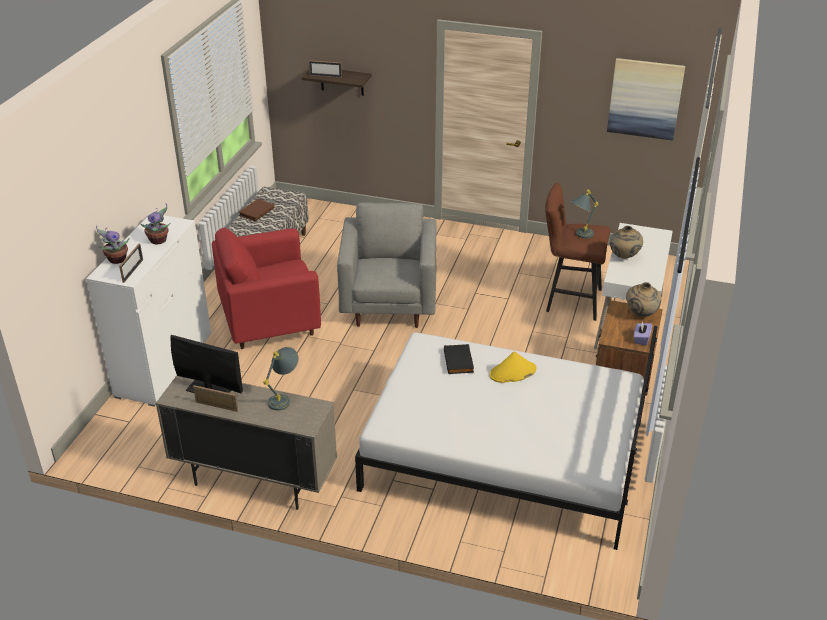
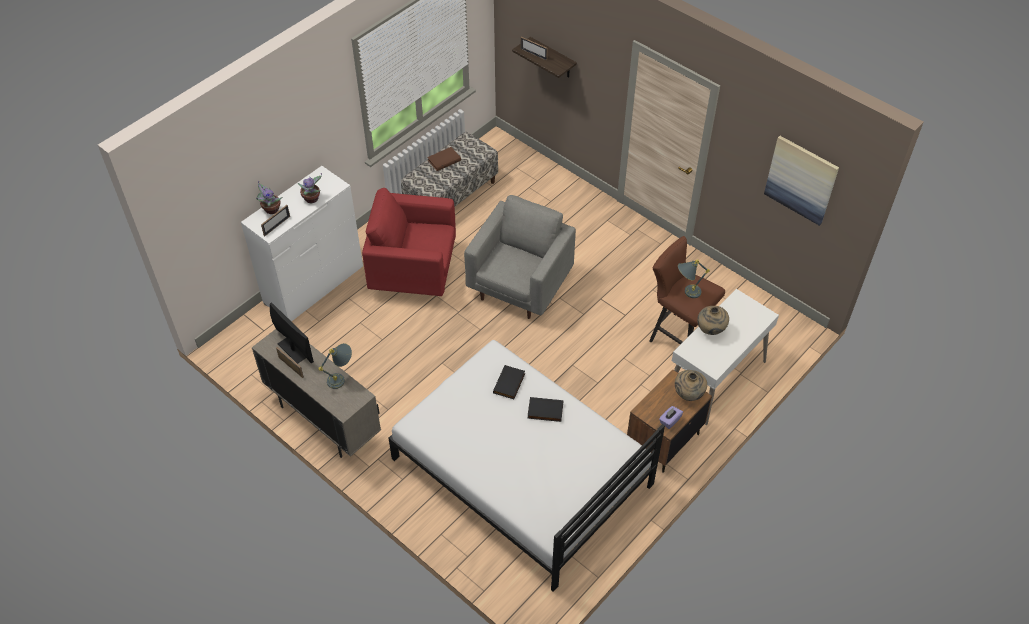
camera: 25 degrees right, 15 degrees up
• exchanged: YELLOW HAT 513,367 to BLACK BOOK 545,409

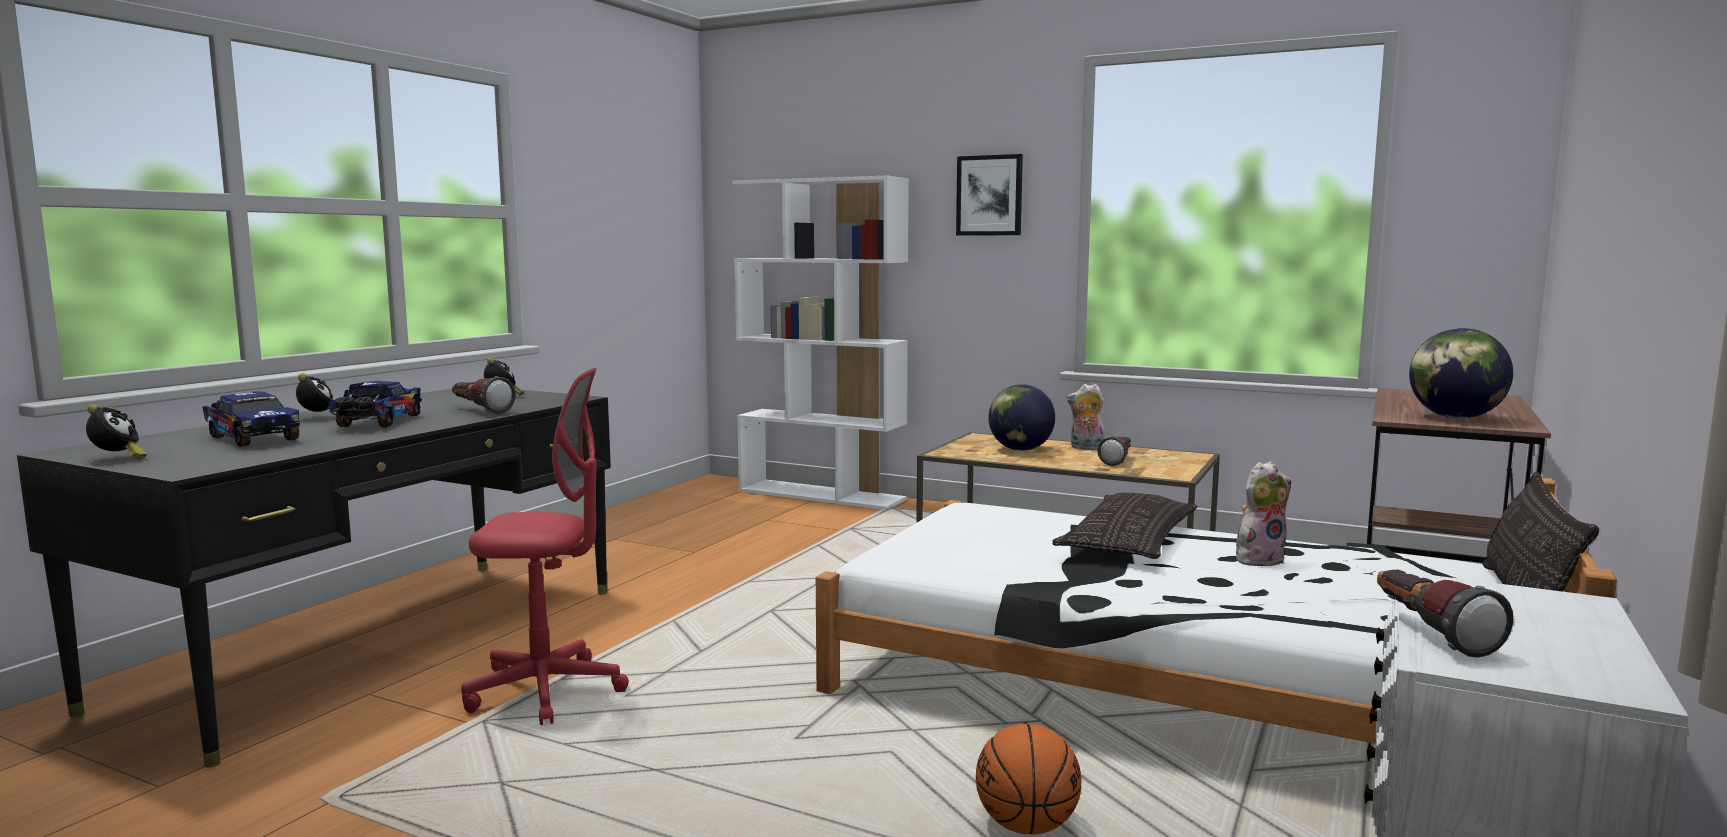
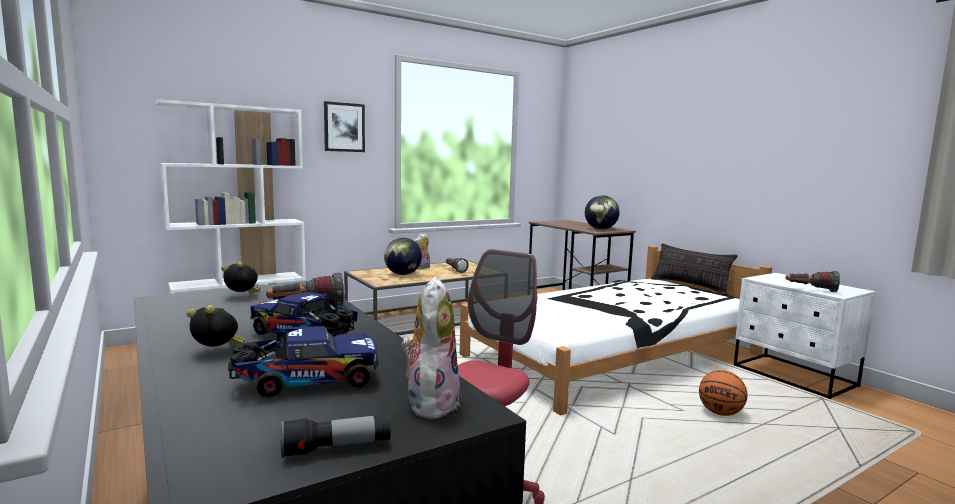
camera: 60 degrees left, 0 degrees up
• exchanged: ALARM CLOCK 116,431 to FLASHLIGHT 336,436
• missing: PILLOW 1125,526
• relocated: PLUSH TOY 1264,513 to 430,347

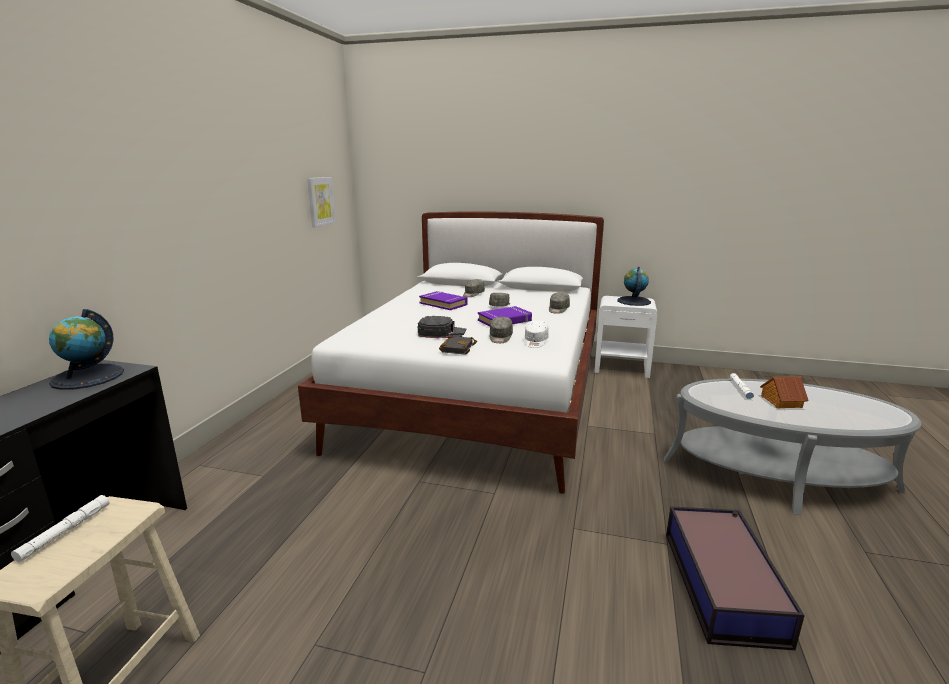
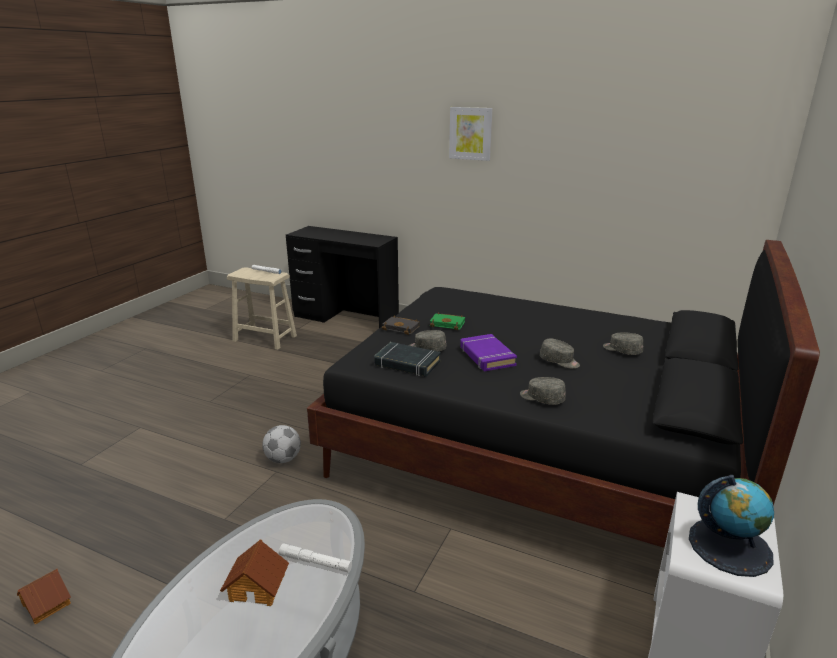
camera: 100 degrees right, 5 degrees up
• missing: GLOBE 86,349
• colour: WHITE BED 451,352 to BLACK BED 563,394
• relocated: PICTURE 321,202 to 471,134
• exchanged: BLACK CAP 442,327 to GREEN BOOK 447,321
• missing: PURPLE BOOK 443,300
• exchanged: WHITE CAP 536,334 to BLACK BOOK 407,359
• missing: STORAGE BOX 735,578
• appeared: TOY HOUSE 44,596
• appeared: FOOTBALL 281,444

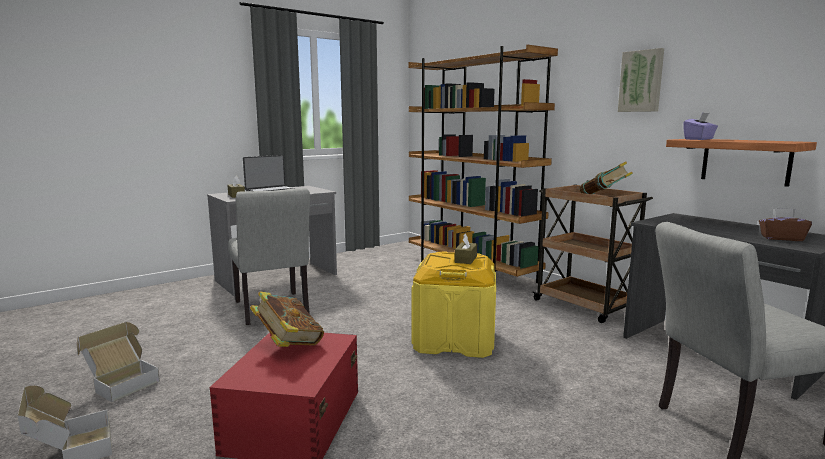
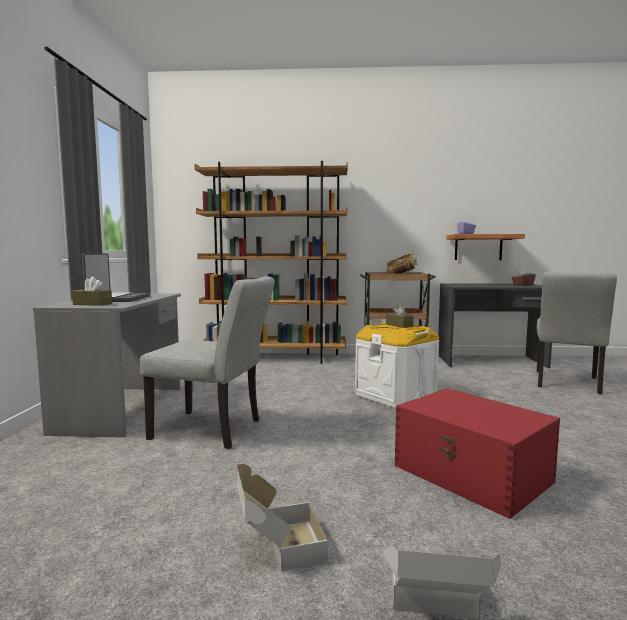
camera: 50 degrees left, 5 degrees down
• missing: BOOK 287,319
• colour: YELLOW STORAGE BOX 454,304 to WHITE STORAGE BOX 397,365
• missing: PICTURE 641,80

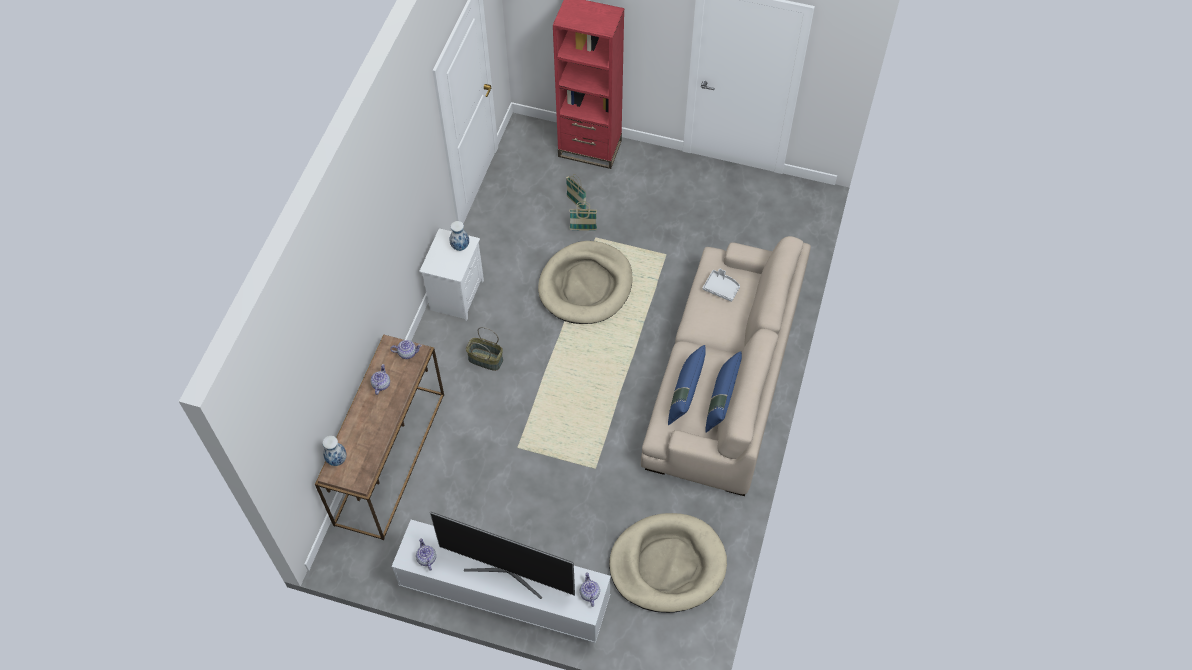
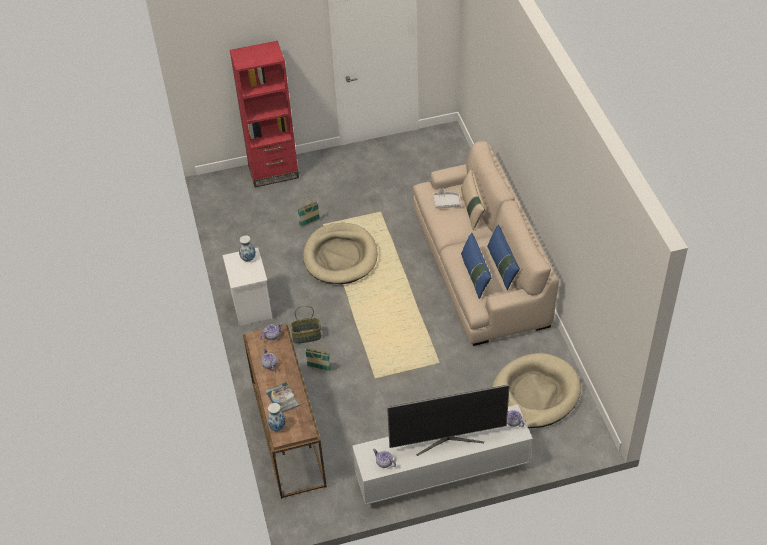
camera: 30 degrees left, 10 degrees down
• relocated: BASKET 576,191 to 318,357
• appeared: BOOK 282,397
• appeared: BEIGE PILLOW 473,199

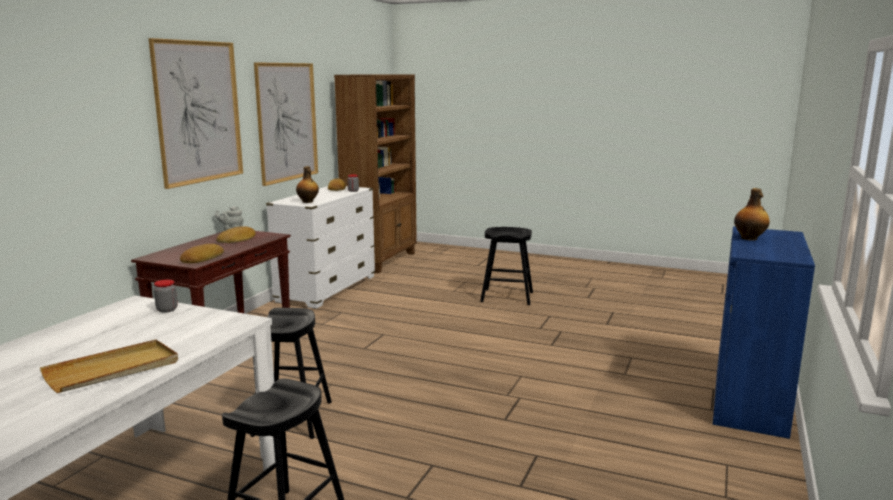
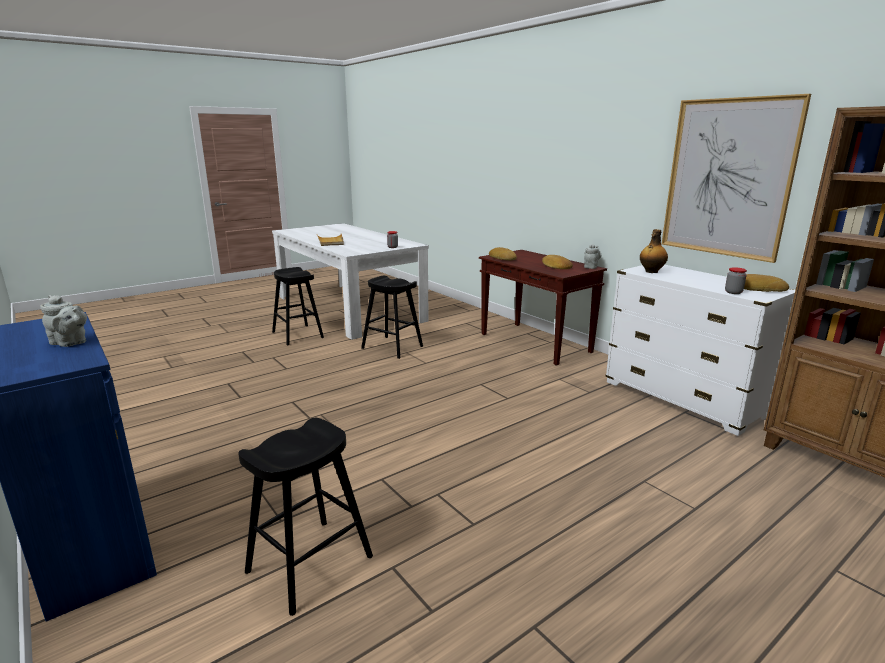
camera: 120 degrees right, 5 degrees up
• missing: PICTURE 195,113
• relocated: BLACK STOOL 506,266 to 305,517
• exchanged: BOTTLE 752,214 to GREY TEAPOT 63,321

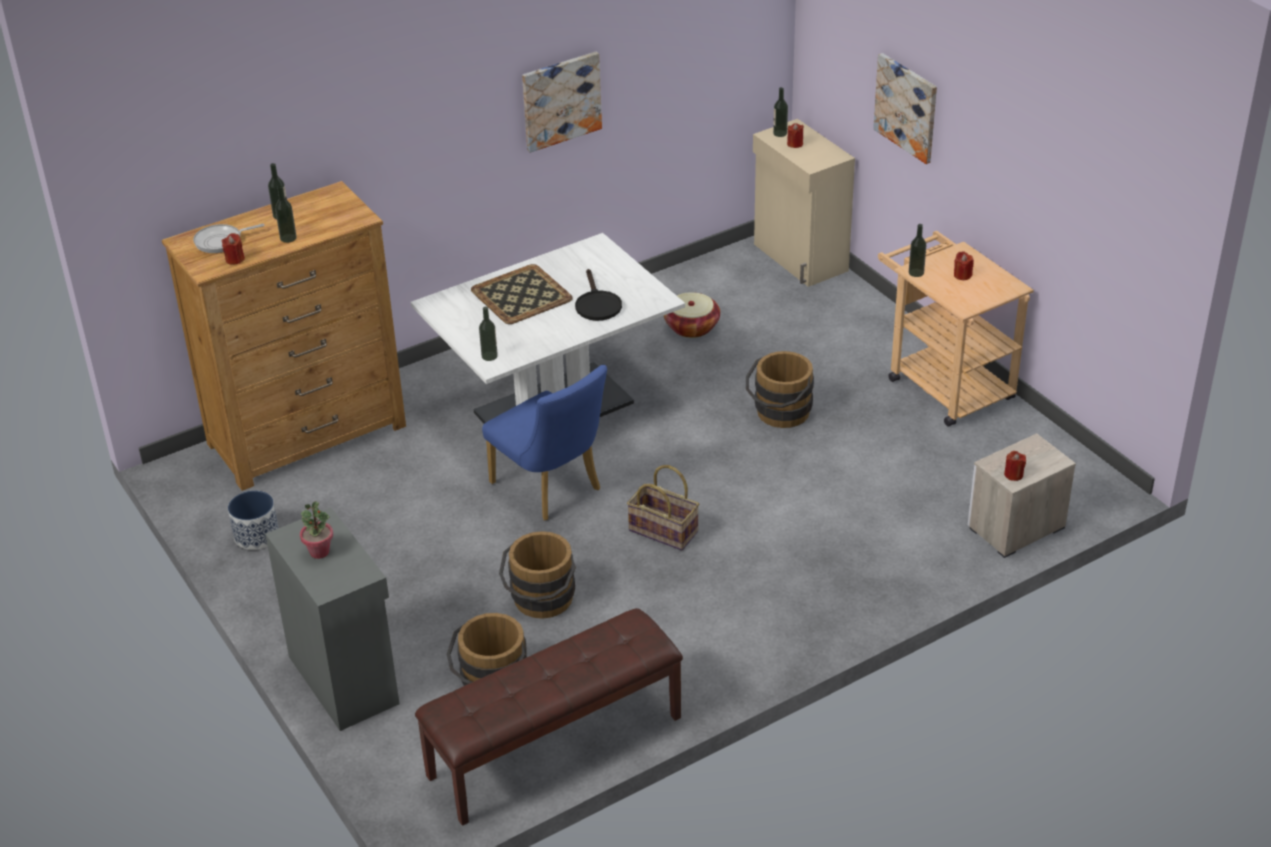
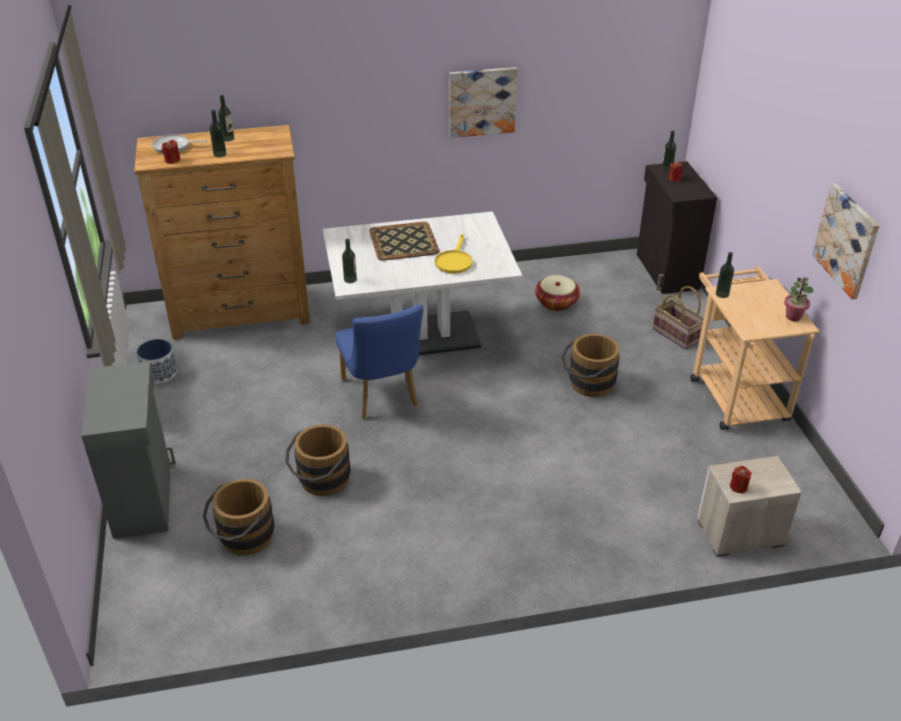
camera: 20 degrees right, 0 degrees up
• relocated: POTTED PLANT 316,530 to 799,299
• missing: BROWN BENCH 549,717
• colour: BLACK FRYING PAN 598,295 to YELLOW FRYING PAN 453,254
• relocated: BASKET 663,508 to 678,318
• colour: BEIGE CABINET 804,203 to BLACK CABINET 677,227
• relocated: PICTURE 905,108 to 845,241
• missing: RED CANDLE 964,265

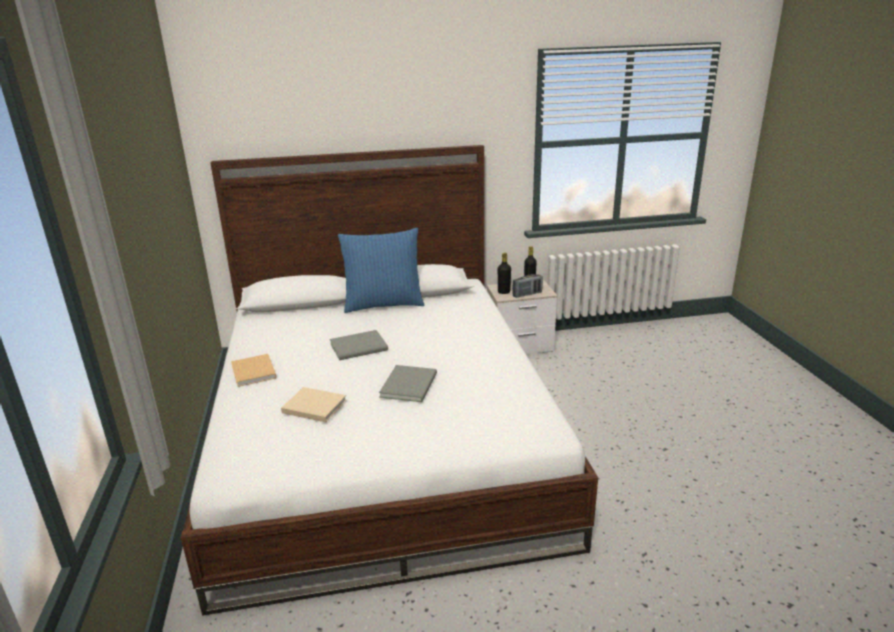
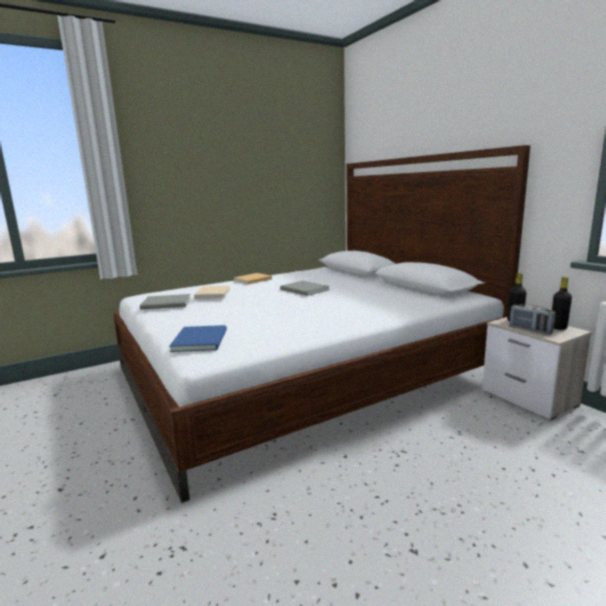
camera: 70 degrees right, 10 degrees down
• missing: BLUE PILLOW 381,270
• relocated: GREY BOOK 408,383 to 165,302
• appeared: BLUE BOOK 198,338

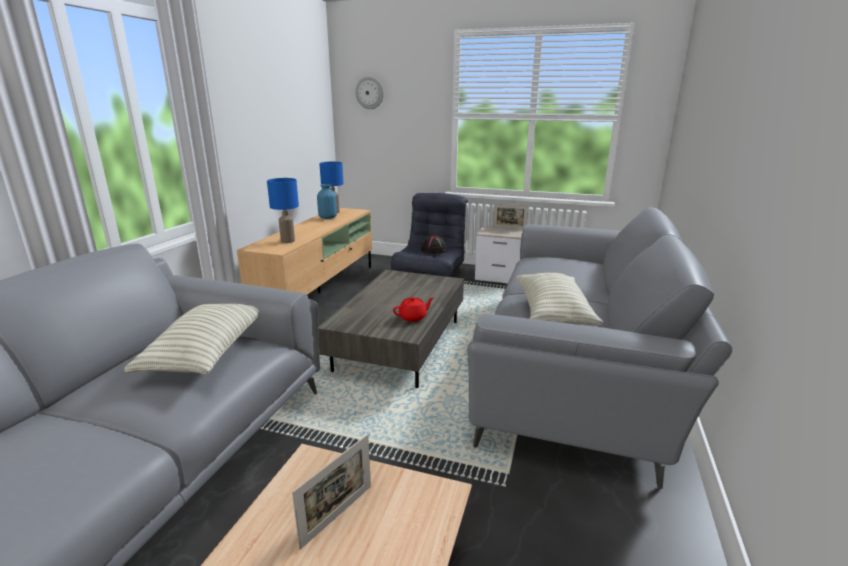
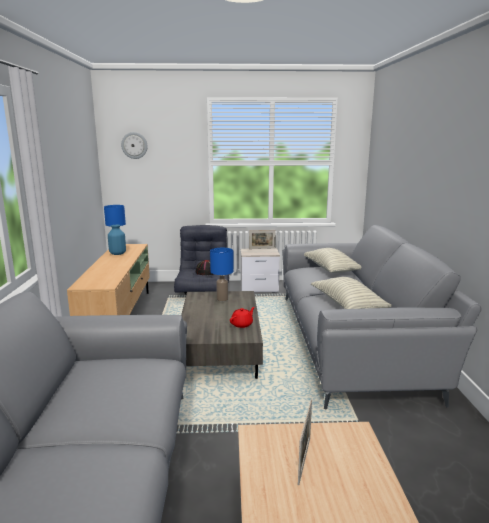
camera: 20 degrees left, 5 degrees down
• relocated: PILLOW 192,338 to 332,260
• relocated: BLUE TABLE LAMP 283,210 to 222,274

